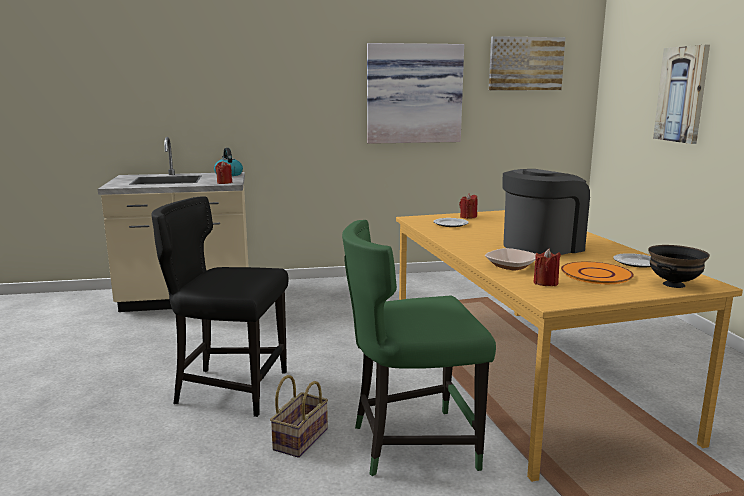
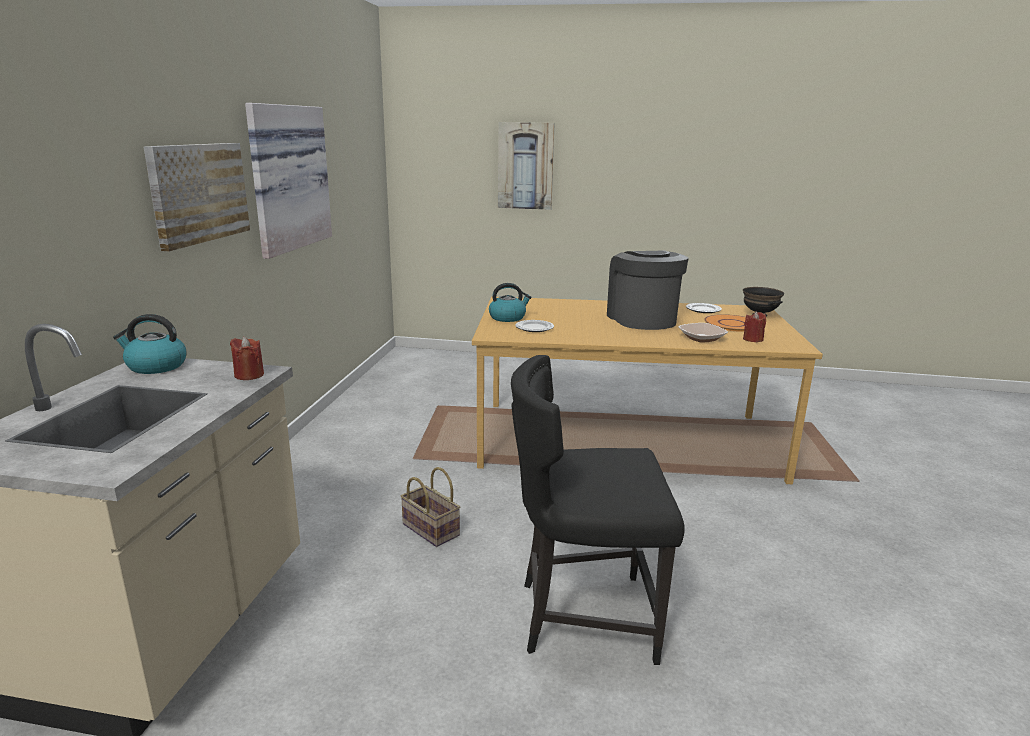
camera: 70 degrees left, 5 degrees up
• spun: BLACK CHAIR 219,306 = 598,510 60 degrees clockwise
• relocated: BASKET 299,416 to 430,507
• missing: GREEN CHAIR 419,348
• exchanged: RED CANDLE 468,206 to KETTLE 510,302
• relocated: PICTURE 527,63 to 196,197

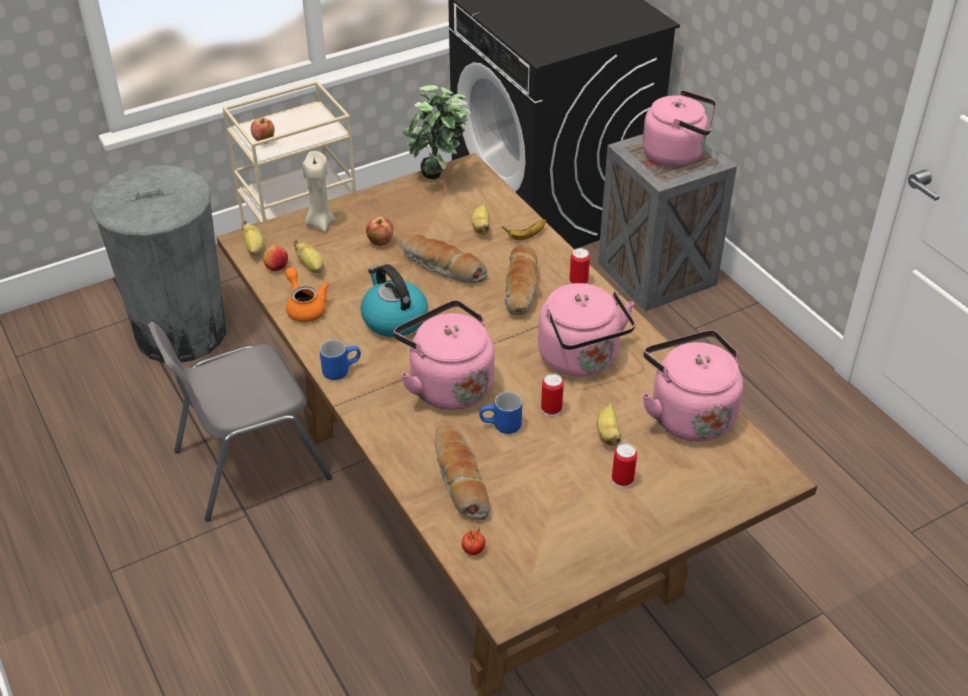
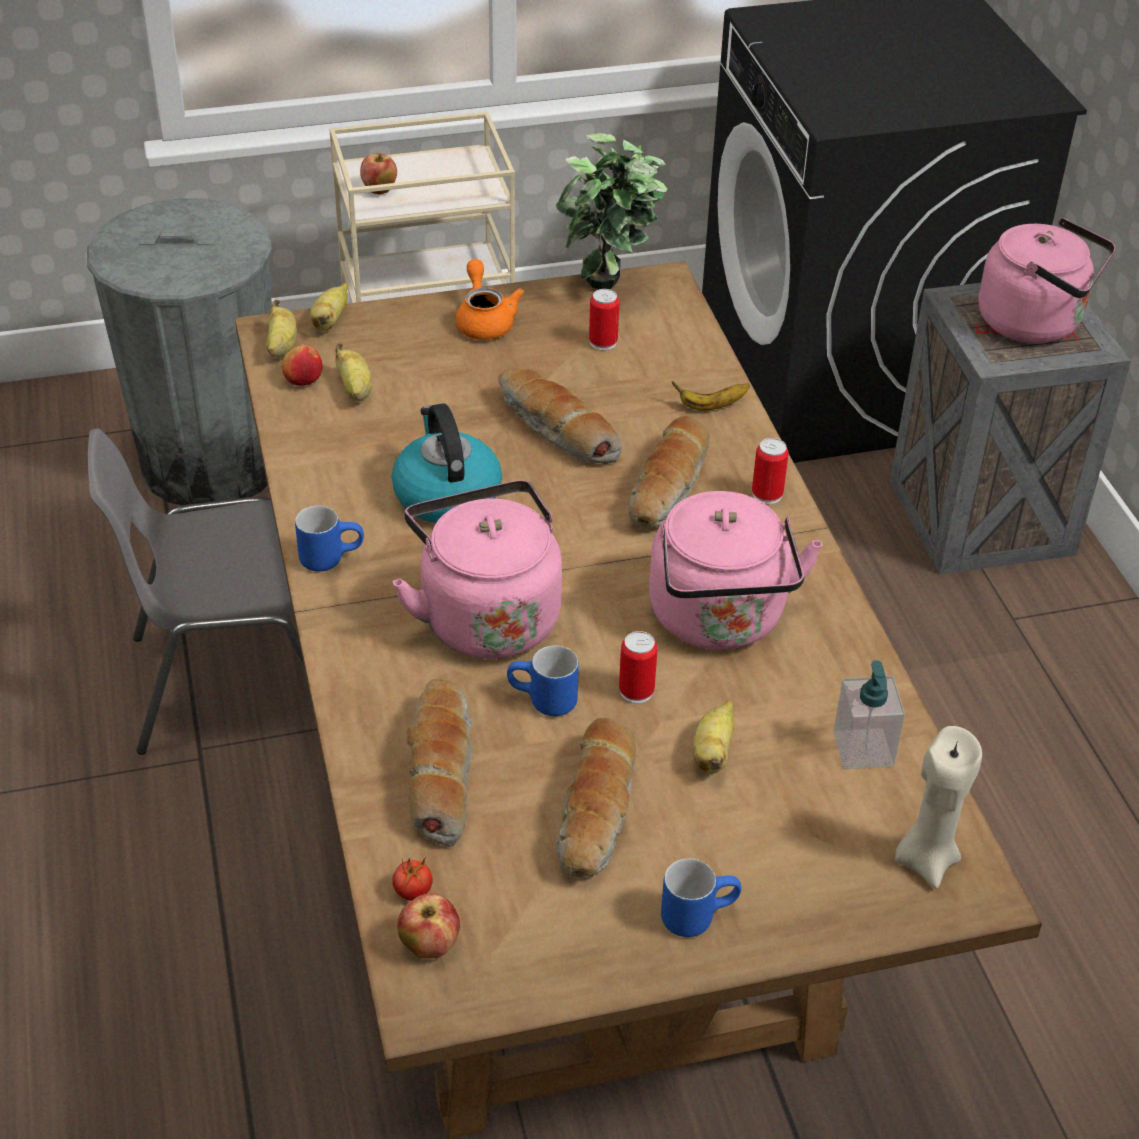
camera: 15 degrees right, 0 degrees up
• relocated: ORANGE TEAPOT 307,294 to 490,299
• relocated: BEIGE CANDLE 319,191 to 938,807
• relocated: APPLE 379,231 to 428,926
• relocated: BANANA 481,219 to 329,307
• relocated: CAN 624,465 to 604,320
• exchanged: PINK KETTLE 692,385 to SOAP DISPENSER 869,714
• appeared: BREAD 596,797
• appeared: BLUE MUG 701,898

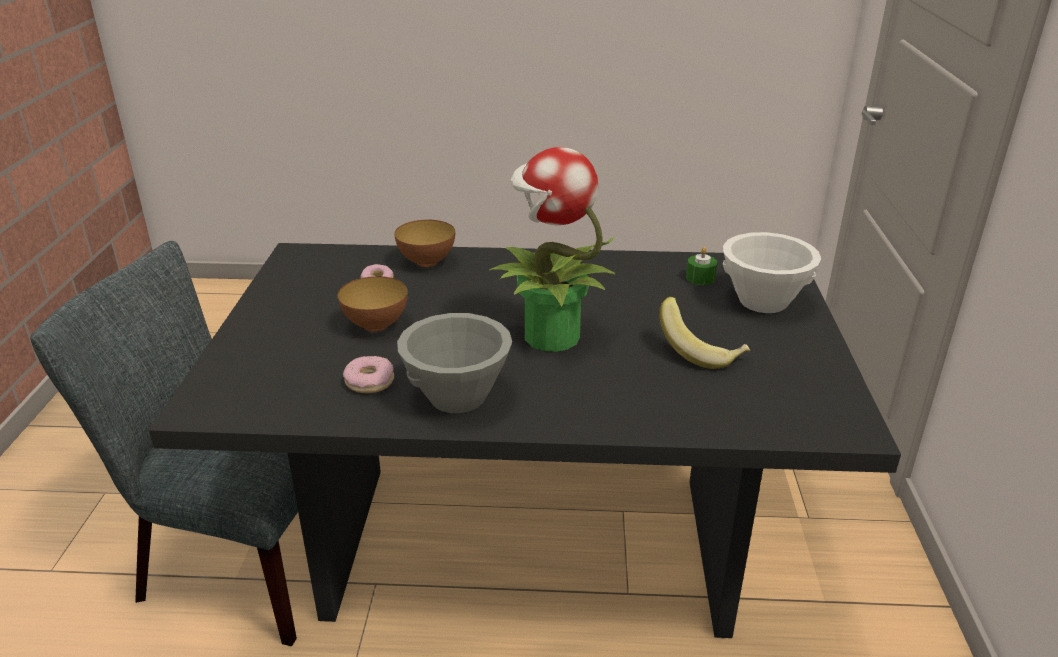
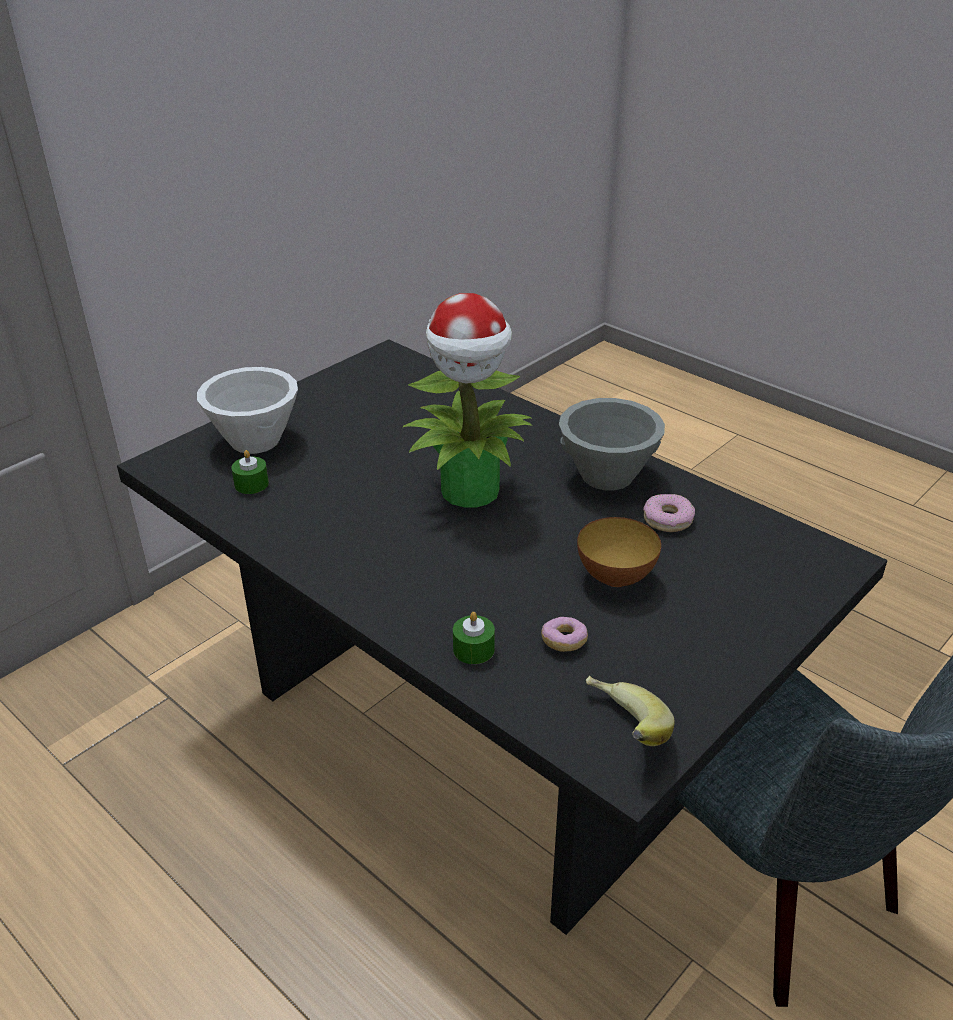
camera: 140 degrees left, 5 degrees up
• exchanged: BOWL 424,243 to GREEN CANDLE 474,638
• relocated: BANANA 704,333 to 630,711

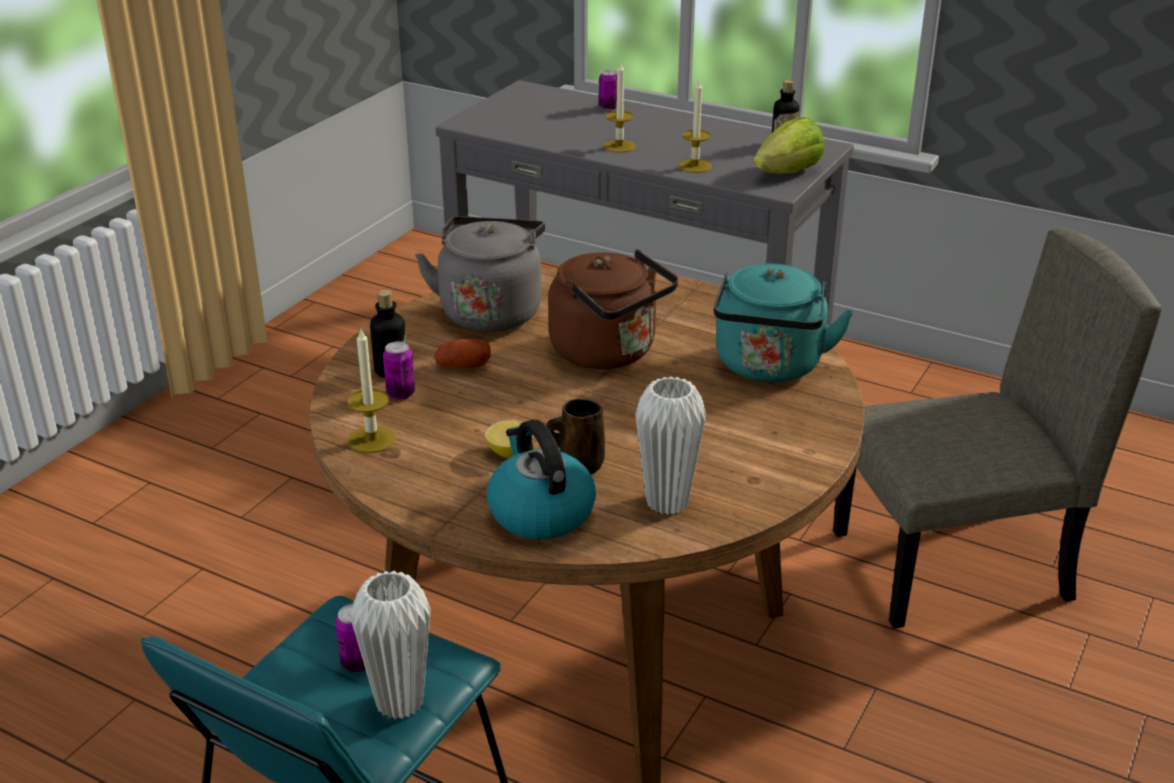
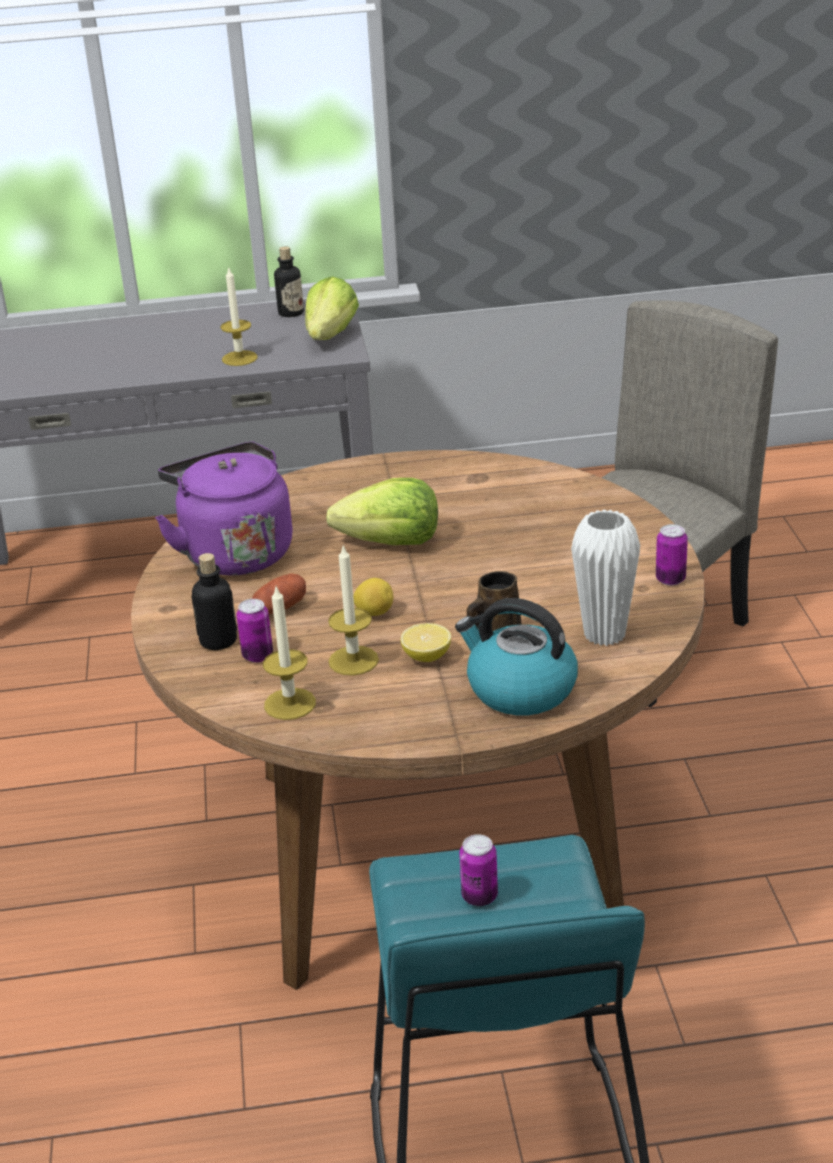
camera: 35 degrees left, 0 degrees up
• missing: WHITE VASE 391,645
• colour: GREY KETTLE 480,274 to PURPLE KETTLE 224,509
• exchanged: BROWN KETTLE 613,309 to LETTUCE 382,511
• relocated: CAN 608,90 to 672,555
• relocated: CANDLE 619,107 to 353,610
• missing: TURQUOISE KETTLE 784,323
• appeared: LEMON 373,597

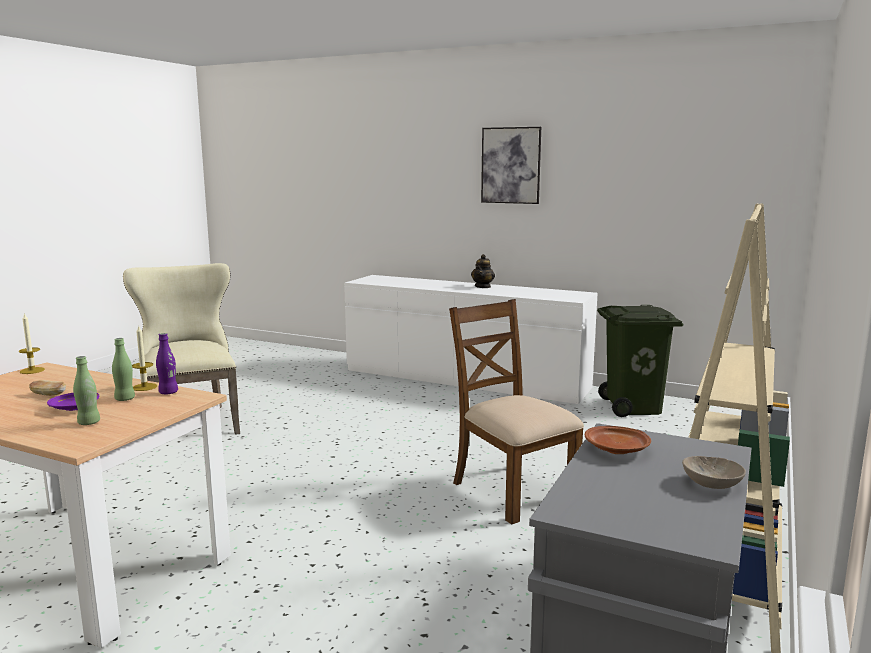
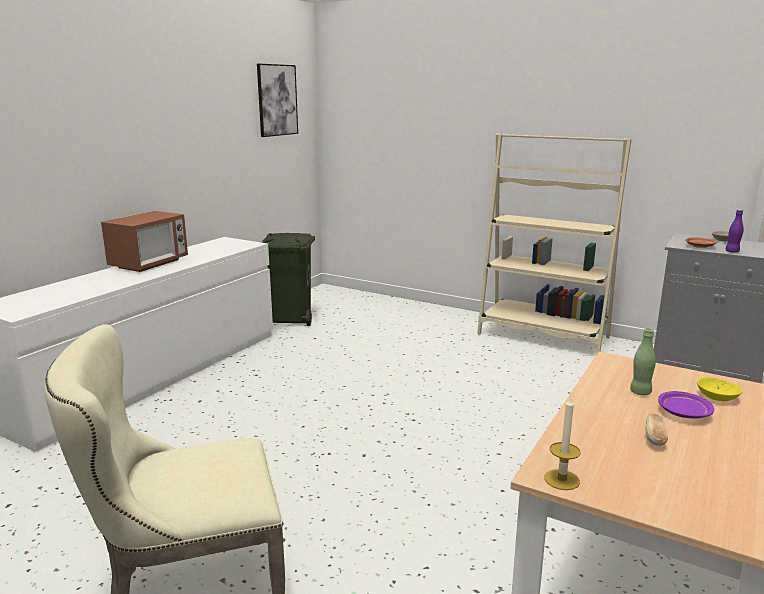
camera: 85 degrees left, 5 degrees up
• exchanged: GREEN BOTTLE 86,390 to YELLOW BOWL 719,389
• missing: CANDLE 144,358
• relocated: PURPLE BOTTLE 167,363 to 734,231
• missing: BROWN CHAIR 516,411
• exchanged: TEAPOT 483,271 to MICROWAVE 144,241
• relocated: PICTURE 511,165 to 277,100

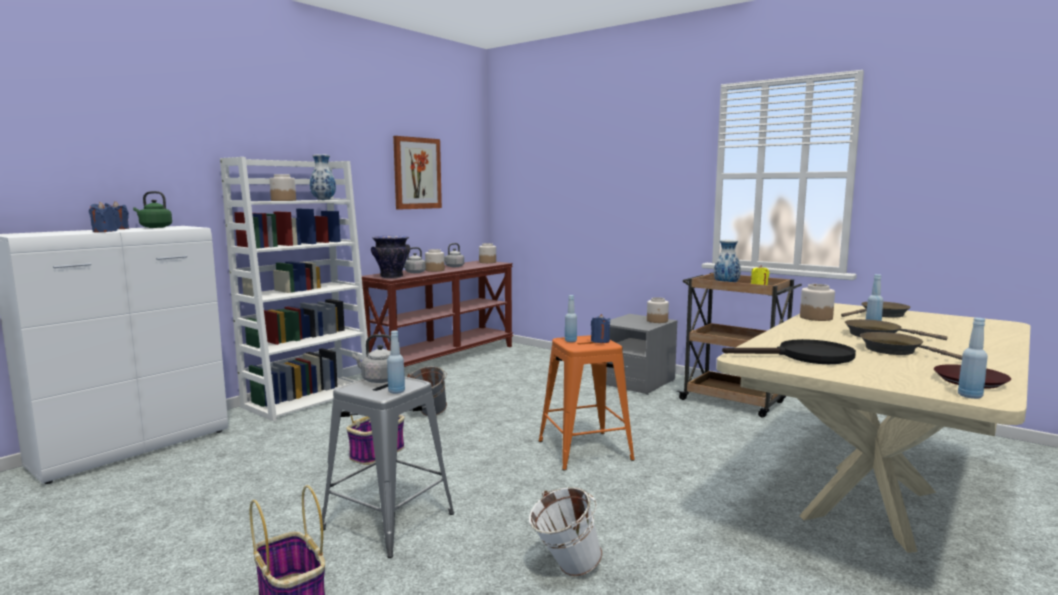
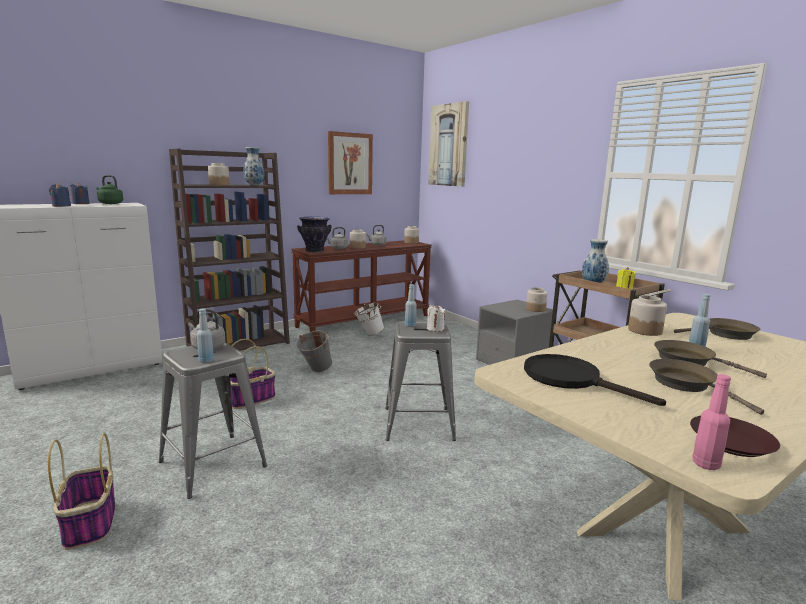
camera: 15 degrees right, 5 degrees up
• colour: WHITE BOOKCASE 294,289 to BROWN BOOKCASE 229,250
• relocated: WHITE BUCKET 565,531 to 369,319
• colour: ORANGE STOOL 587,403 to GREY STOOL 420,381
• colour: BLUE CANDLE 600,328 to WHITE CANDLE 436,318
• spun: BLACK FRYING PAN 789,351 = 595,380 150 degrees counterclockwise
• colour: BLUE BOTTLE 973,358 to PINK BOTTLE 711,422
• appeared: PICTURE 448,144

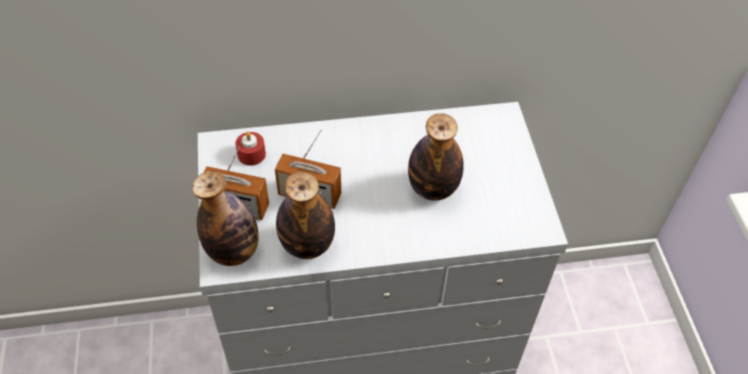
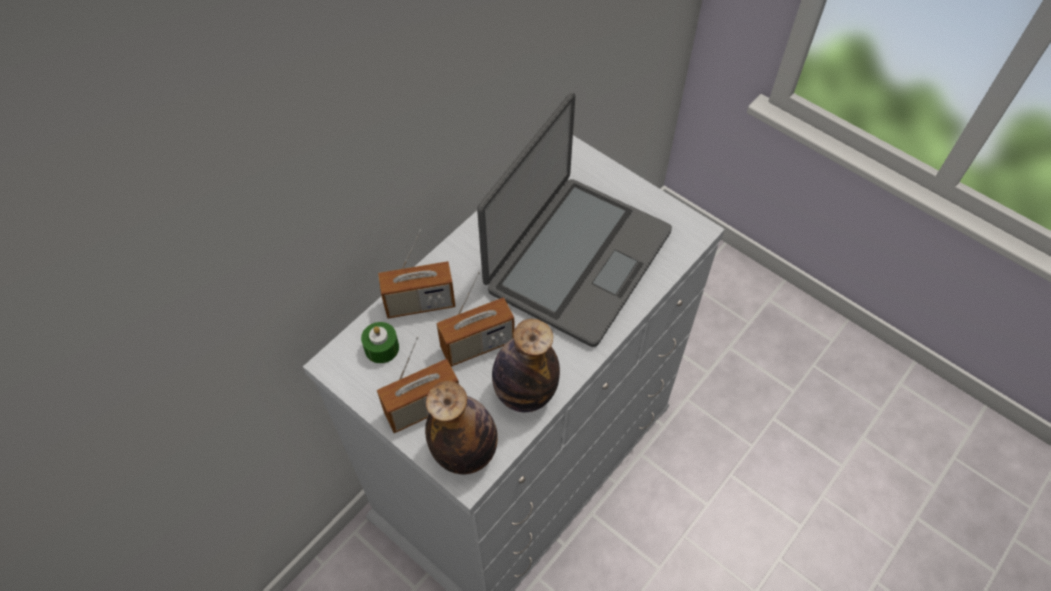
camera: 40 degrees left, 5 degrees up
• colour: RED CANDLE 250,149 to GREEN CANDLE 380,342
• exchanged: BOTTLE 436,157 to LAPTOP 574,220
• appeared: RADIO 416,273

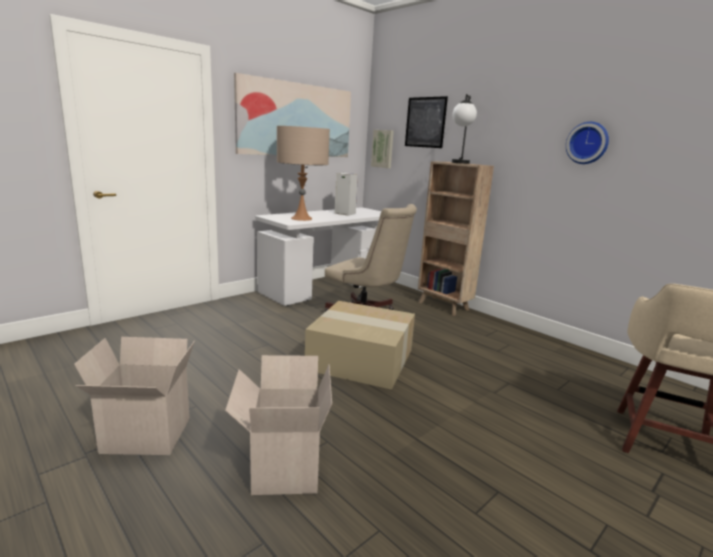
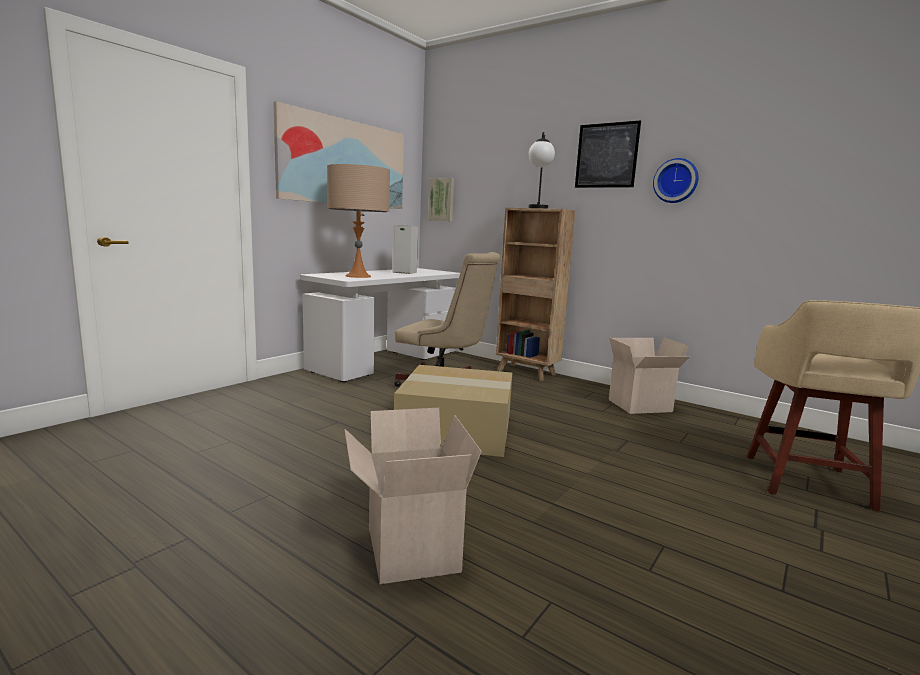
camera: 10 degrees left, 5 degrees down
• relocated: CARDBOARD BOX 134,396 to 649,375
• relocated: PICTURE 426,122 to 608,154

